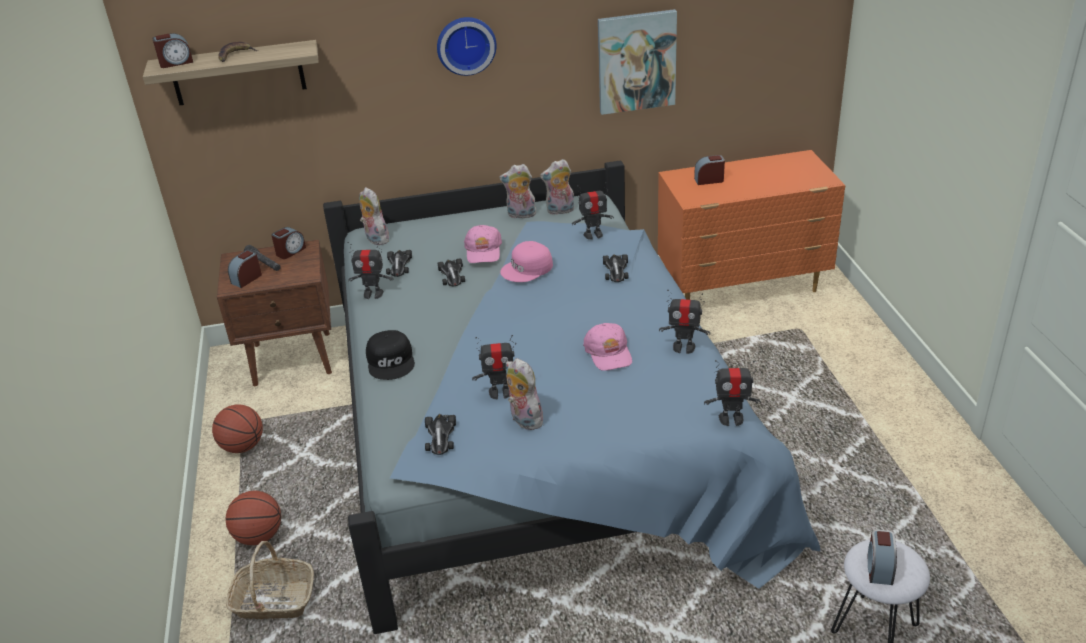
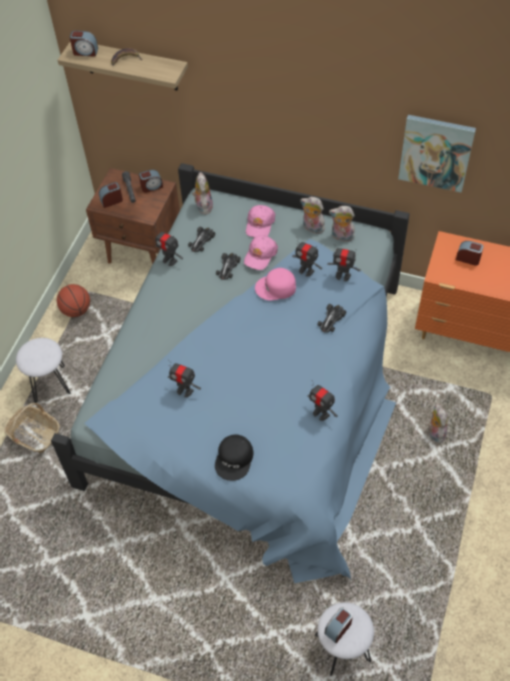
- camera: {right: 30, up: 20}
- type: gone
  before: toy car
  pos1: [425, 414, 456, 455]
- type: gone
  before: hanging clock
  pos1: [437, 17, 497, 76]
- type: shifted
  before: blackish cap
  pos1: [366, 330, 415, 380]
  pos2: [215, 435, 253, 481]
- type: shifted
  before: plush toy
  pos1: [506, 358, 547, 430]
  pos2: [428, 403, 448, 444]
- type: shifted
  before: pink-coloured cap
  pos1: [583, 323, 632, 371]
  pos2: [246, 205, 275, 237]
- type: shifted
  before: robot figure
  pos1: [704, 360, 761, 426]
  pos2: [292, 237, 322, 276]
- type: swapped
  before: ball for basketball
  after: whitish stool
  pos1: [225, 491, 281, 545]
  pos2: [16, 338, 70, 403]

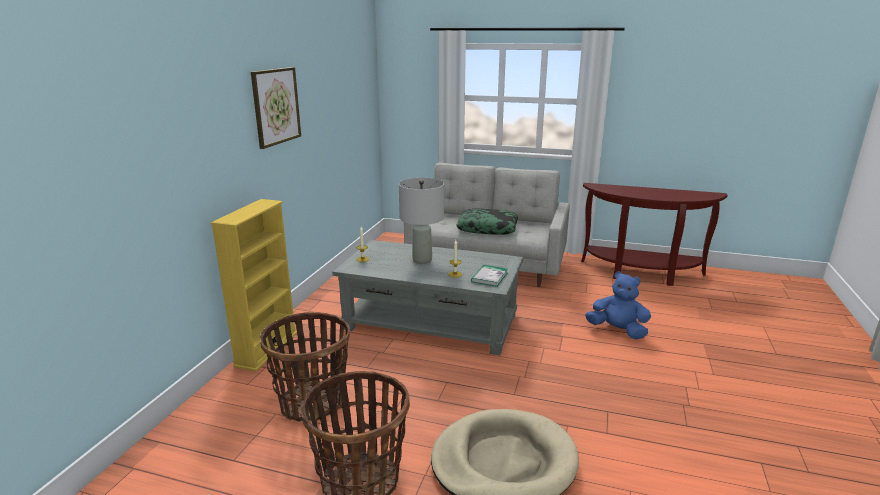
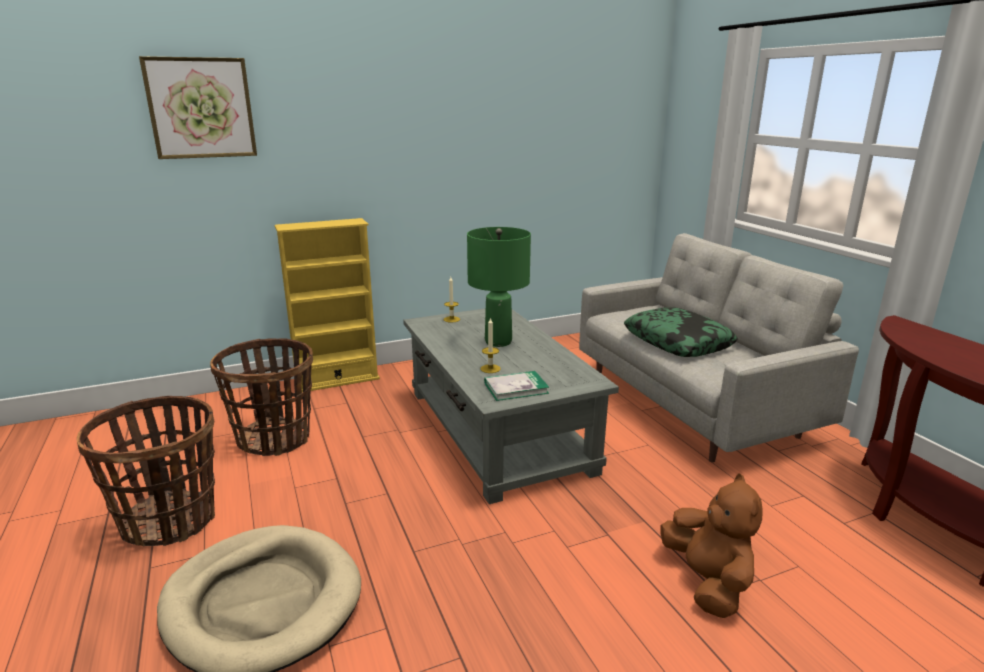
- camera: {right: 50, up: 0}
- type: shifted
  before: wall art
  pos1: [251, 67, 301, 149]
  pos2: [139, 56, 257, 159]
- type: repainted
  before: greyish tabletop lamp
  after: greenish tabletop lamp
  pos1: [399, 178, 444, 264]
  pos2: [467, 227, 531, 347]
- type: repainted
  before: blue plush toy
  after: brownish plush toy
  pos1: [585, 271, 651, 339]
  pos2: [660, 473, 763, 618]

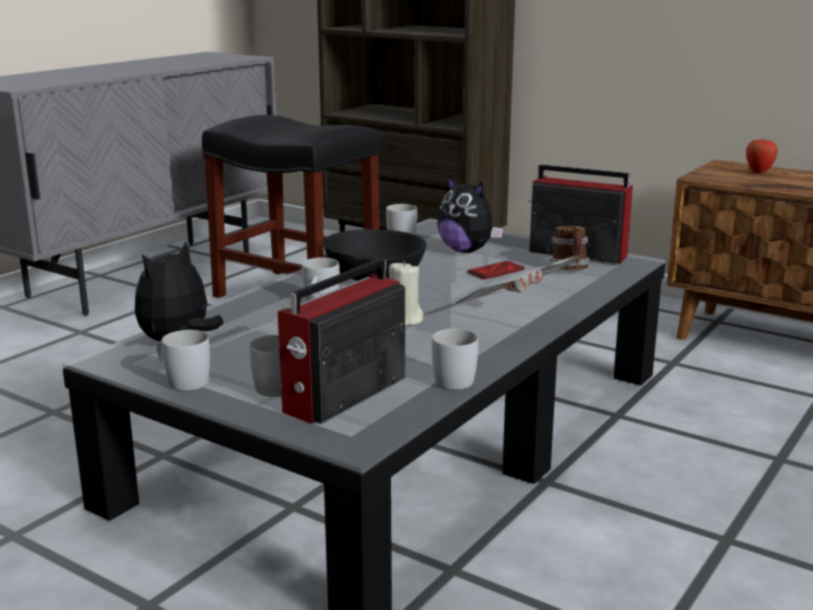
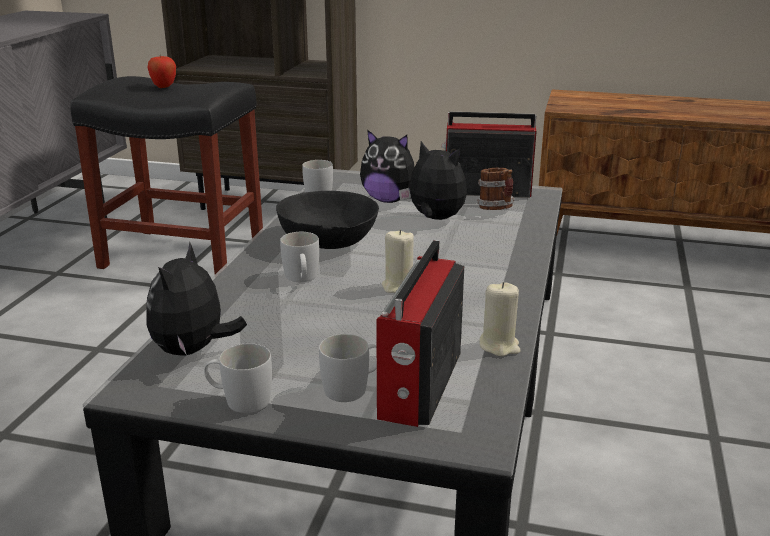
- camera: {right: -20, up: 5}
- type: gone
  before: printed paper
  pos1: [449, 255, 584, 306]
- type: shifted
  before: apple
  pos1: [746, 139, 778, 173]
  pos2: [148, 55, 176, 88]
- type: swapped
  before: whitish coffee mug
  after: sand-coloured candle
  pos1: [432, 329, 478, 390]
  pos2: [479, 282, 520, 357]
- type: swapped
  before: telephone
  after: plush toy
  pos1: [468, 261, 525, 279]
  pos2: [399, 141, 467, 220]

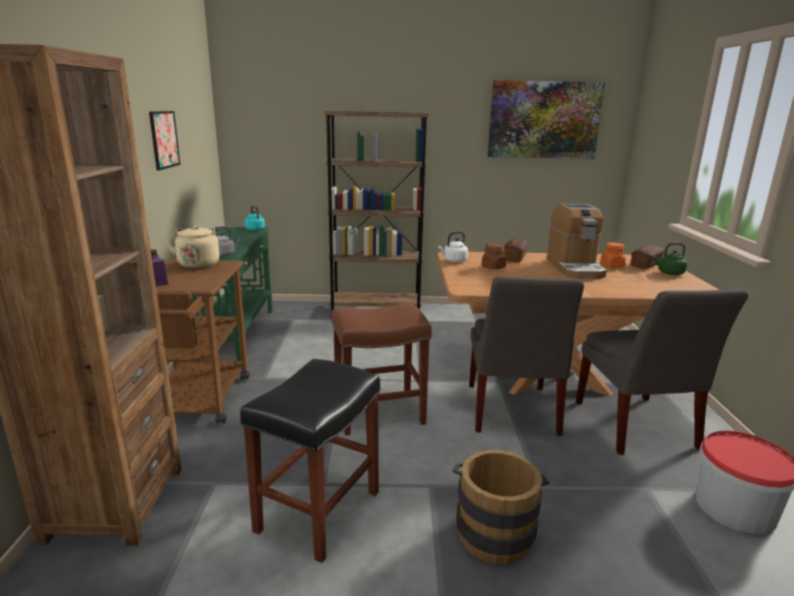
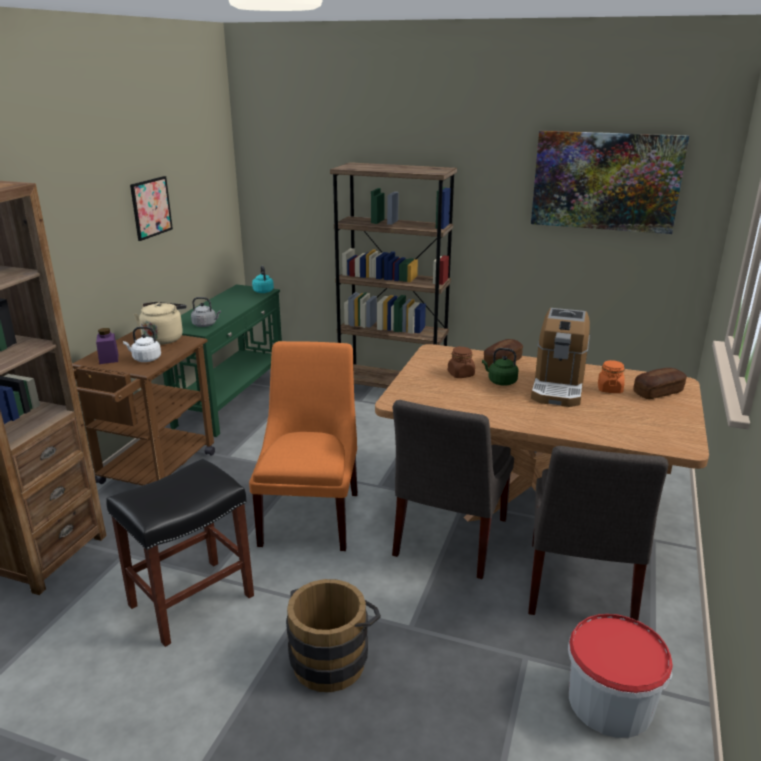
- camera: {right: 20, up: 5}
- type: shifted
  before: whitish water kettle
  pos1: [438, 231, 468, 262]
  pos2: [123, 326, 161, 362]
- type: shifted
  before: greenish water kettle
  pos1: [653, 243, 687, 275]
  pos2: [482, 348, 518, 386]
- type: swapped
  before: brownish stool
  after: orange plain chair
  pos1: [331, 303, 432, 435]
  pos2: [249, 341, 358, 551]

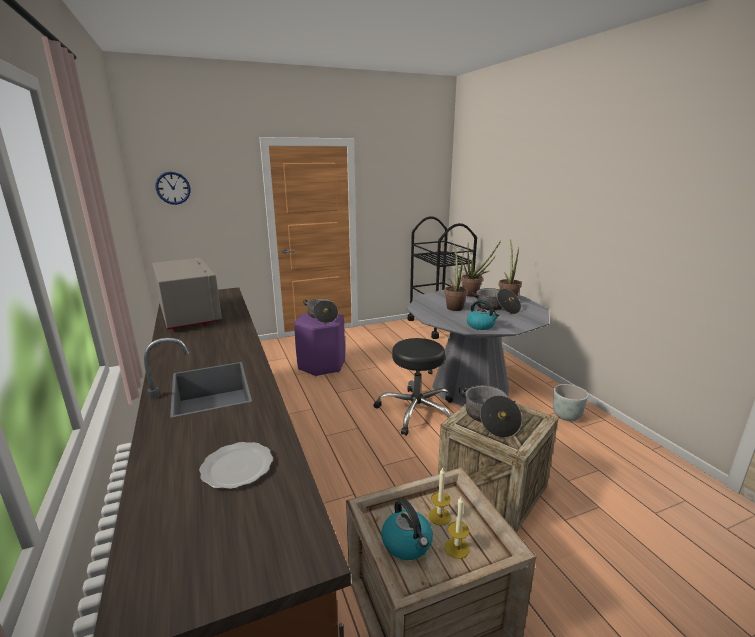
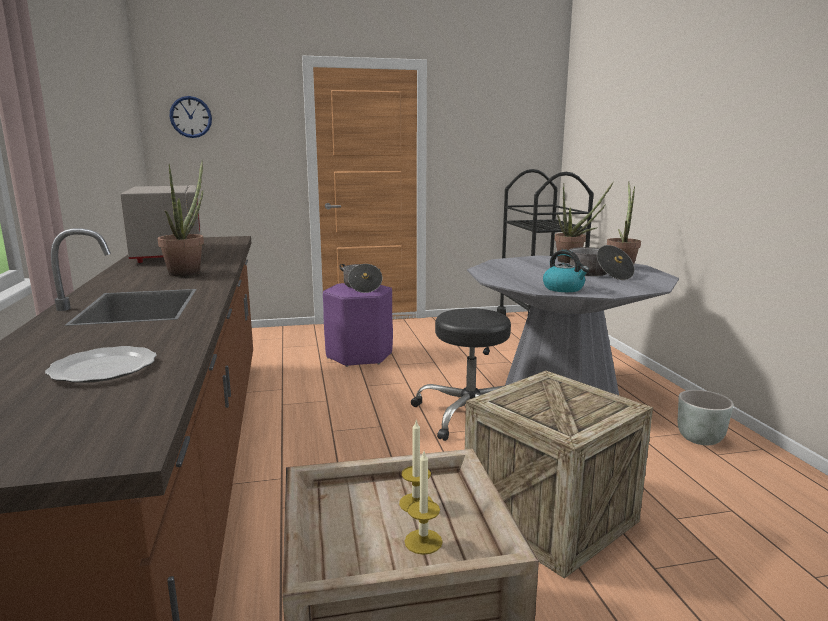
- camera: {right: 10, up: -5}
- type: gone
  before: water kettle
  pos1: [381, 498, 433, 560]
- type: gone
  before: stockpot
  pos1: [459, 385, 522, 438]
- type: shifted
  before: houseplant
  pos1: [444, 244, 468, 311]
  pos2: [158, 160, 204, 277]

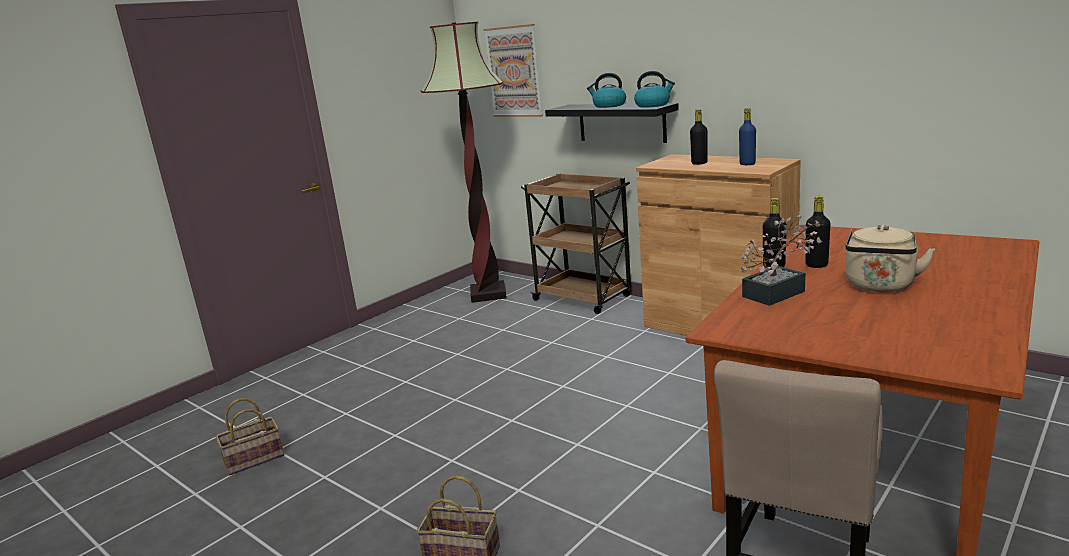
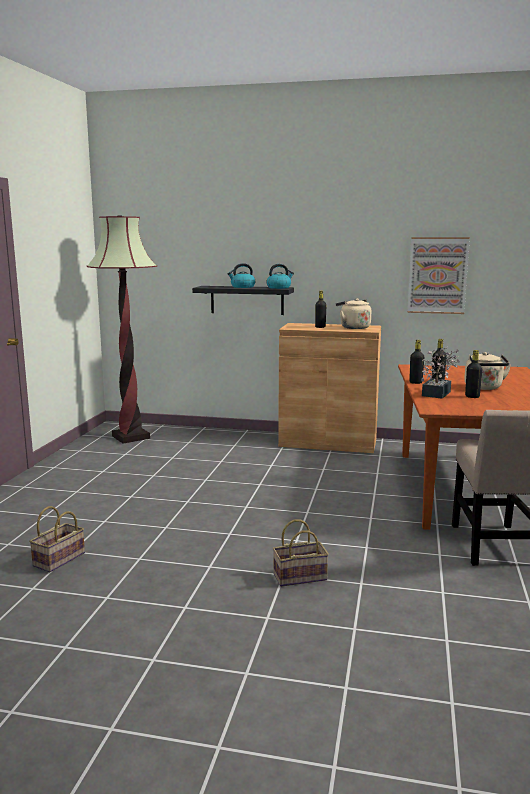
- camera: {right: -30, up: -5}
- type: gone
  before: brownish trolley
  pos1: [521, 173, 632, 314]
- type: new
  after: blackish bottle
  pos2: [465, 350, 483, 398]
- type: shifted
  before: wall art
  pos1: [483, 24, 543, 117]
  pos2: [407, 237, 470, 314]
- type: swapped
  before: blue bottle
  after: sand-coloured water kettle
  pos1: [739, 108, 756, 165]
  pos2: [336, 298, 371, 329]

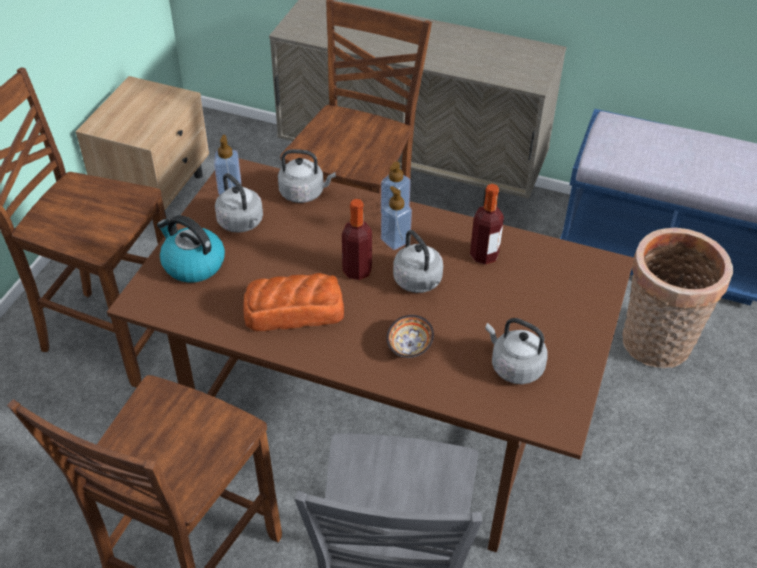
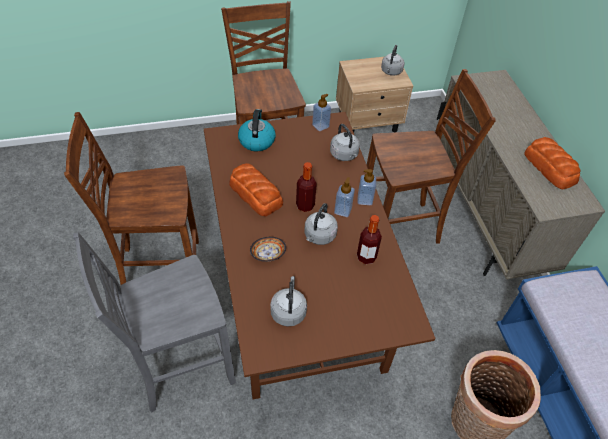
- camera: {right: 55, up: 5}
- type: new
  after: bread
  pos2: [525, 137, 581, 189]
- type: shifted
  before: greyish water kettle
  pos1: [215, 173, 263, 233]
  pos2: [381, 45, 404, 76]

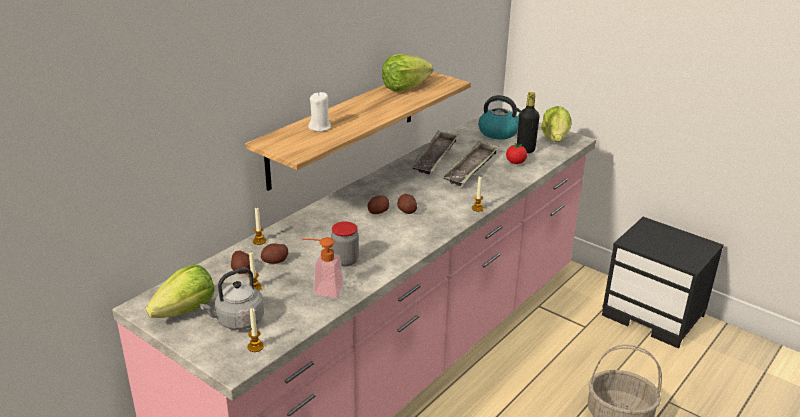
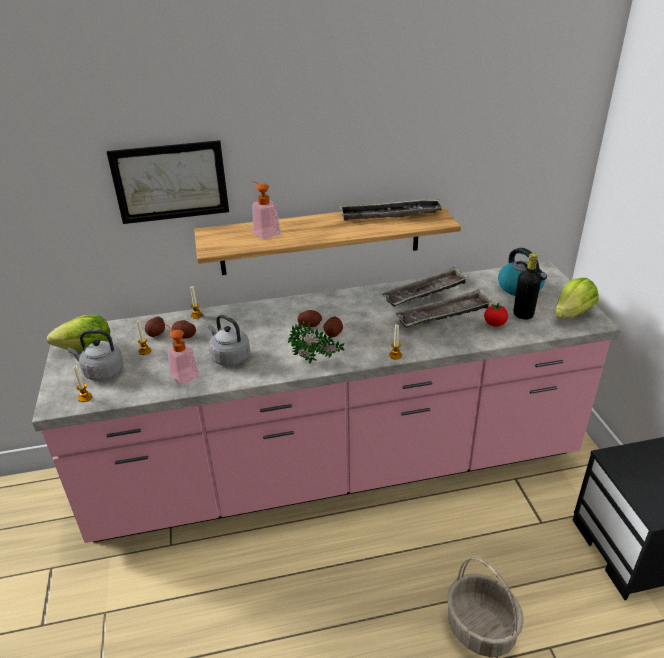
- camera: {right: 40, up: 5}
- type: new
  after: wall art
  pos2: [107, 140, 229, 224]
- type: new
  after: houseplant
  pos2: [288, 321, 345, 364]
- type: swapped
  before: whitish candle
  after: soap bottle
  pos1: [308, 92, 331, 132]
  pos2: [251, 181, 281, 239]
- type: swapped
  before: jar
  after: greyish water kettle
  pos1: [331, 222, 359, 266]
  pos2: [208, 315, 250, 366]
- type: swapped
  before: lettuce
  after: tray
  pos1: [382, 54, 433, 91]
  pos2: [339, 199, 444, 221]

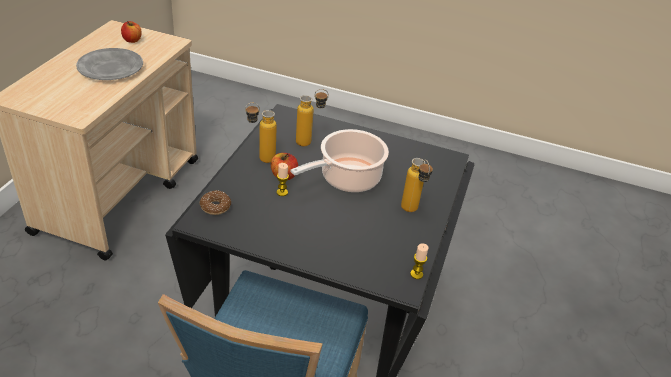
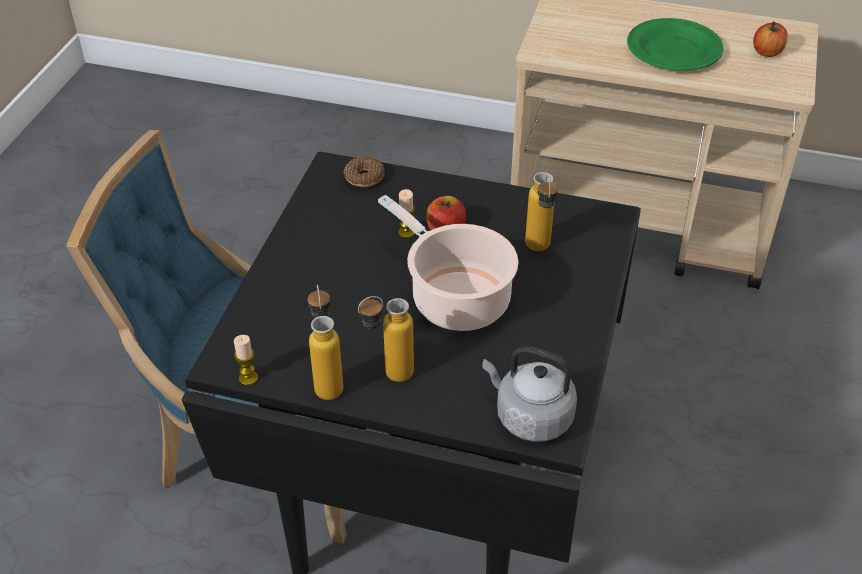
- camera: {right: 90, up: 5}
- type: new
  after: greyish water kettle
  pos2: [482, 346, 577, 442]
- type: shifted
  before: bottle
  pos1: [245, 103, 277, 163]
  pos2: [308, 284, 343, 400]
- type: repainted
  before: greyish dinner plate
  after: greenish dinner plate
  pos1: [76, 48, 143, 80]
  pos2: [627, 18, 723, 71]

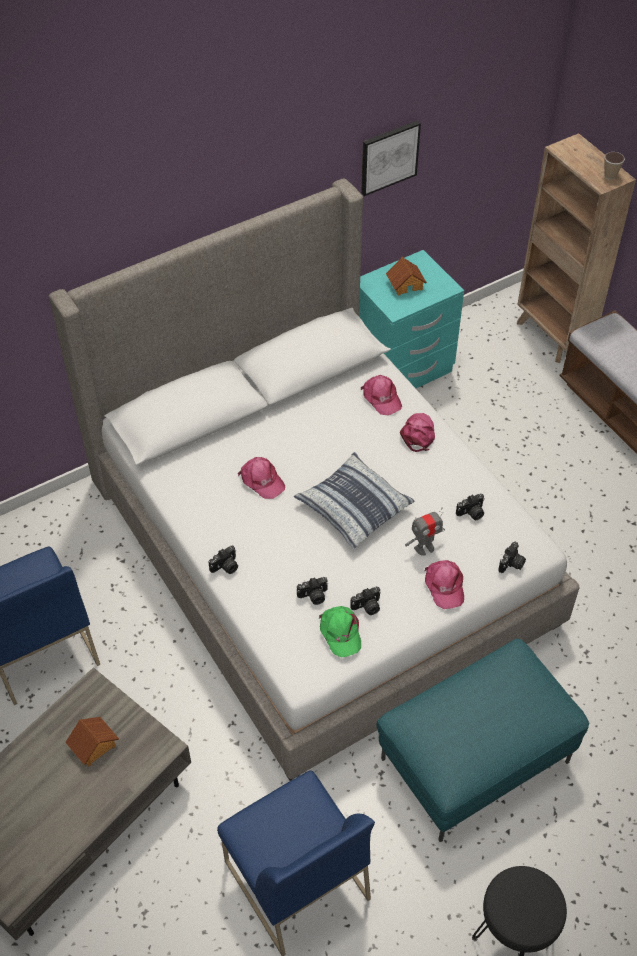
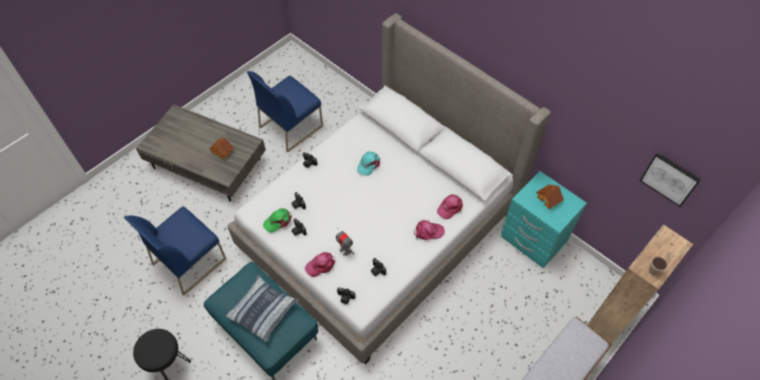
- camera: {right: 75, up: 5}
- type: shifted
  before: throw pillow
  pos1: [294, 452, 414, 548]
  pos2: [225, 275, 299, 343]
- type: shifted
  before: wall art
  pos1: [361, 120, 421, 196]
  pos2: [640, 152, 701, 207]
- type: repainted
  before: pink-coloured cap
  after: turquoise cap
  pos1: [238, 457, 285, 499]
  pos2: [357, 151, 380, 176]

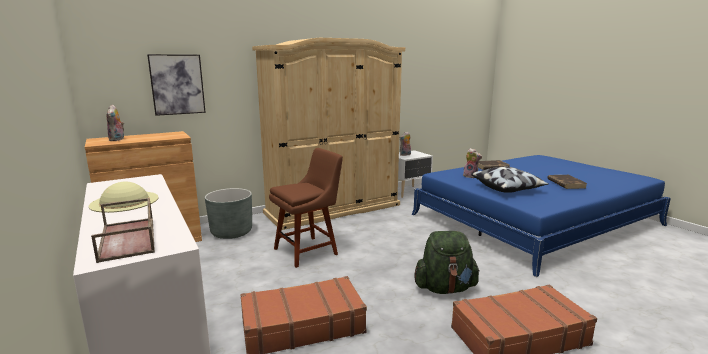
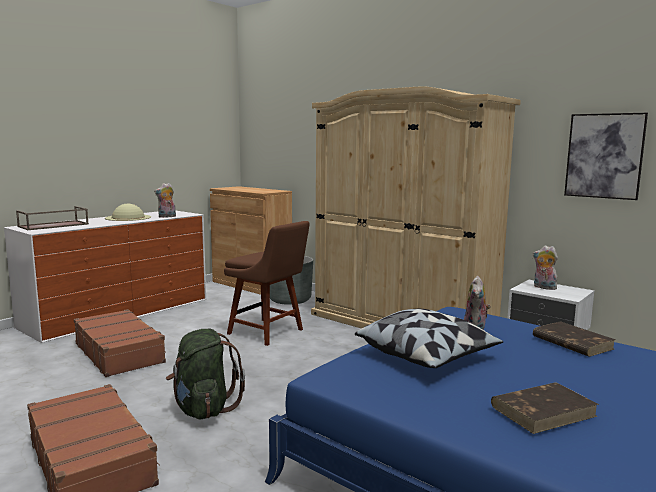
- camera: {right: 70, up: -5}
- type: shifted
  before: plush toy
  pos1: [107, 104, 124, 141]
  pos2: [154, 183, 176, 218]
- type: shifted
  before: wall art
  pos1: [147, 54, 206, 116]
  pos2: [564, 113, 648, 200]

